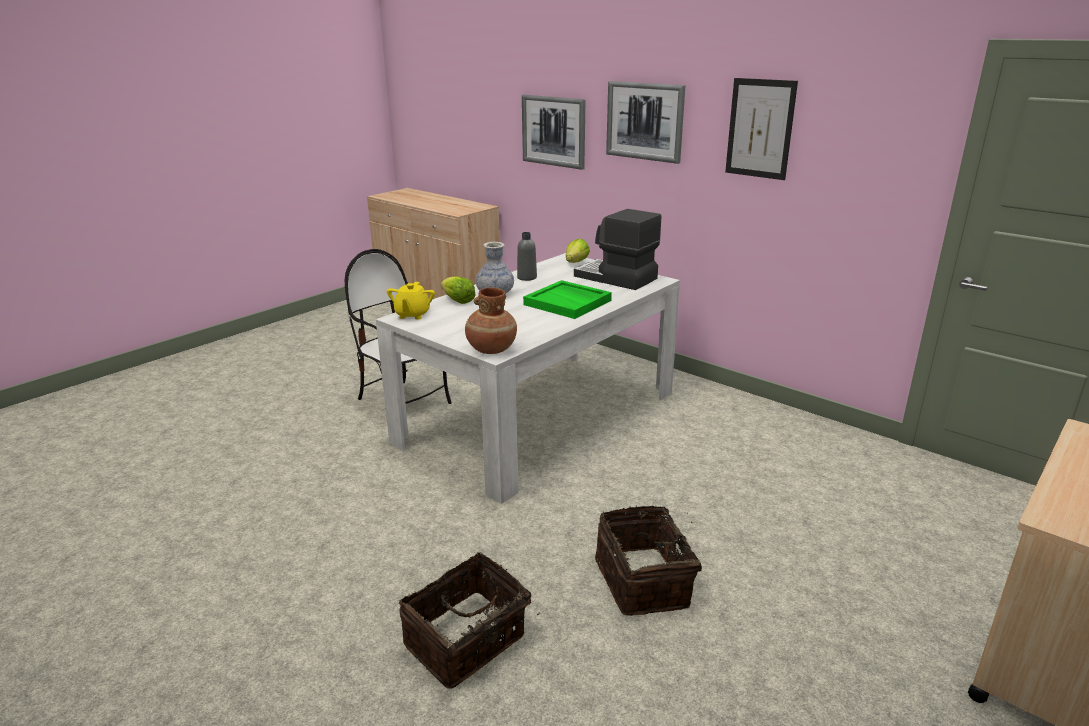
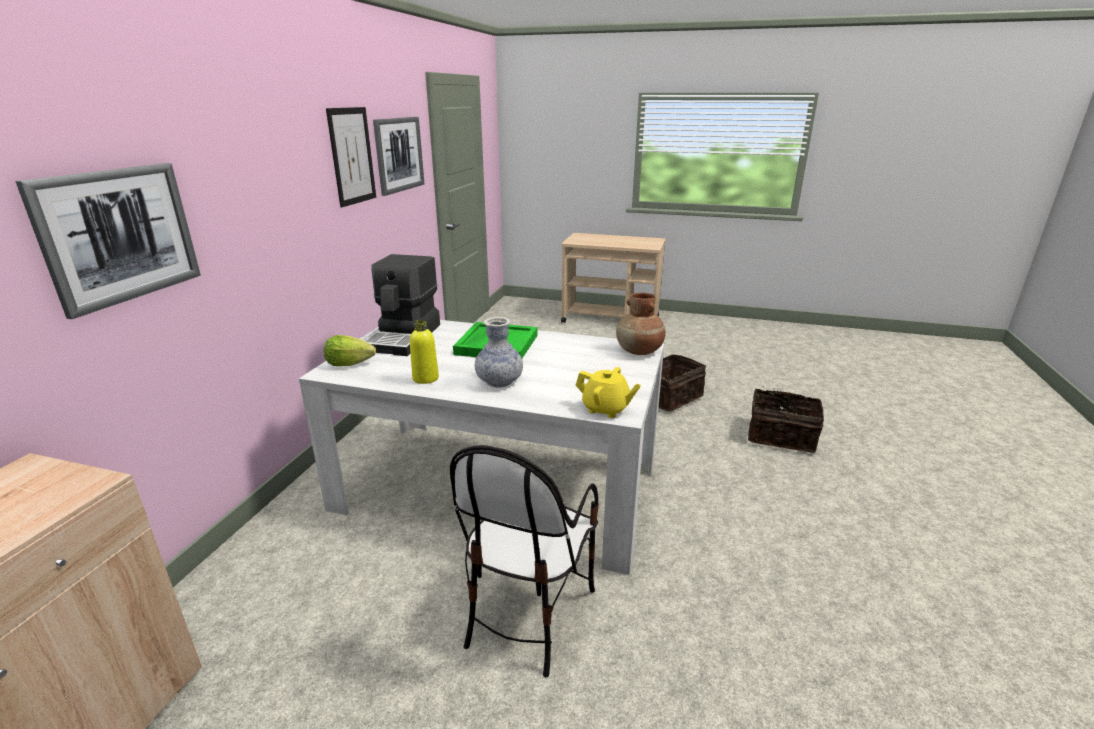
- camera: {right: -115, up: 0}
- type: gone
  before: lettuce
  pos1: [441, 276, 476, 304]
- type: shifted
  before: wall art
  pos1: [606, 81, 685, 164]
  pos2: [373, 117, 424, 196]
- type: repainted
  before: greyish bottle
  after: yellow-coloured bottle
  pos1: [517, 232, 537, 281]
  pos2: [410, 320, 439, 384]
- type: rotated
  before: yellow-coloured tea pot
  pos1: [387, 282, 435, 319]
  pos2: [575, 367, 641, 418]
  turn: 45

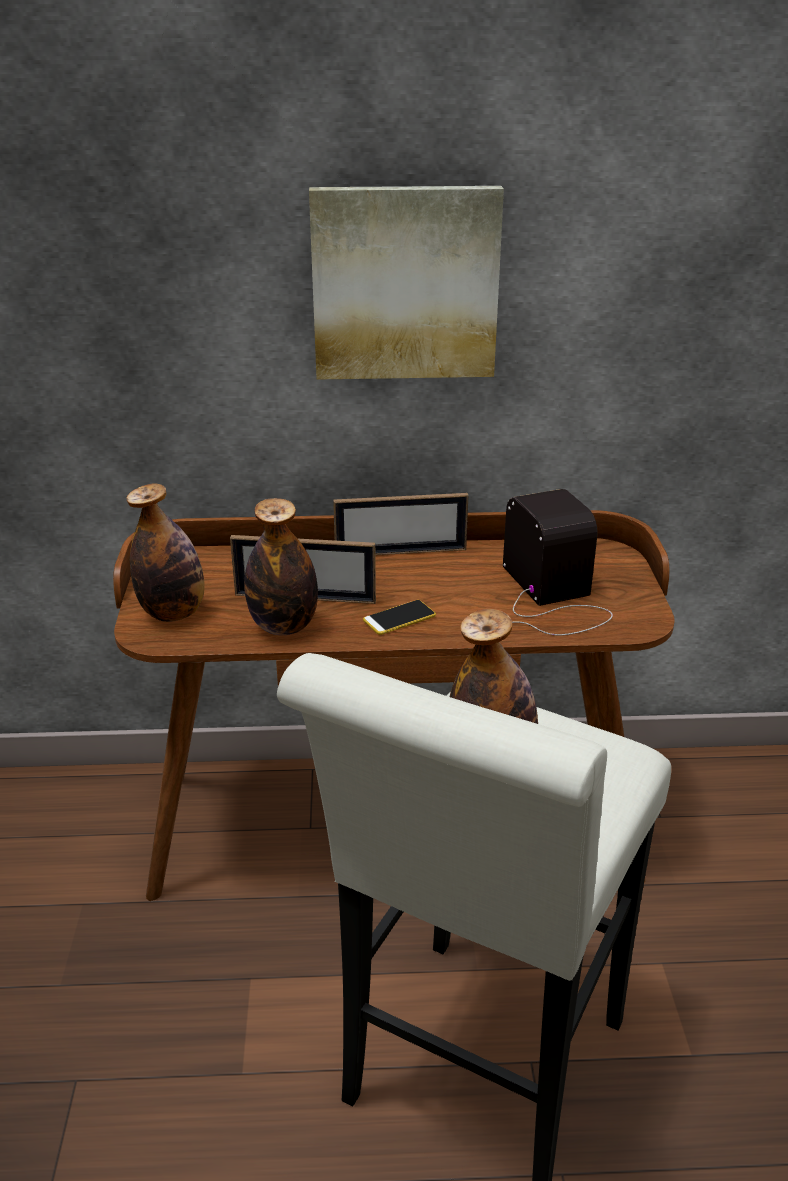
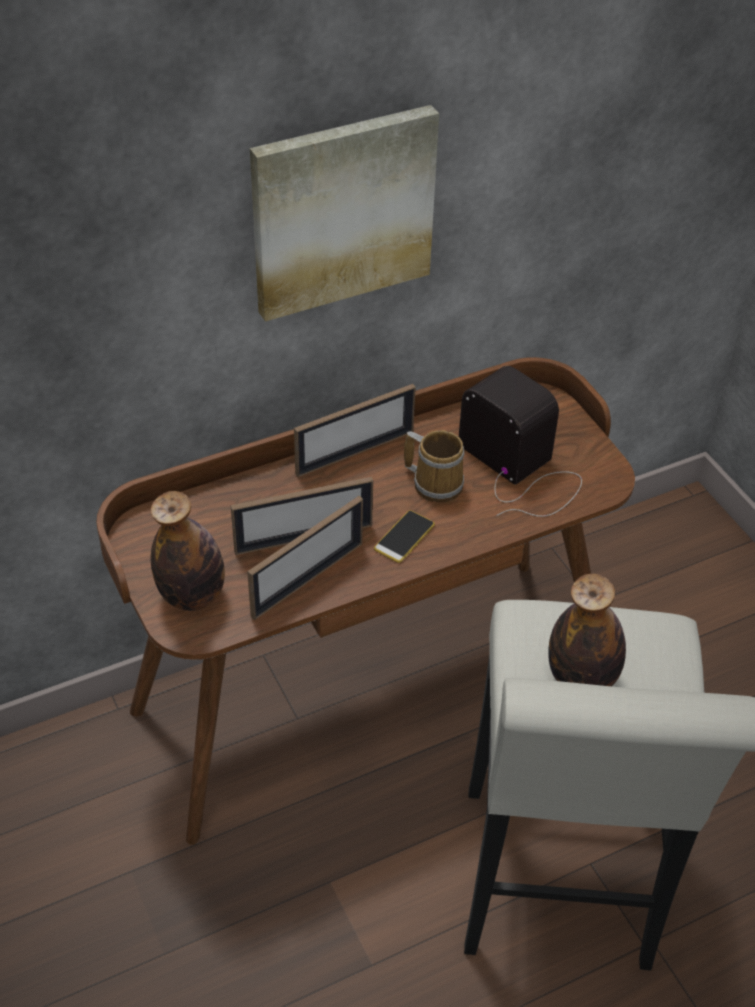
- camera: {right: -25, up: 15}
- type: new
  after: coffee mug
  pos2: [404, 430, 464, 502]
- type: swapped
  before: bottle
  after: standing frame
  pos1: [244, 498, 318, 635]
  pos2: [247, 496, 363, 620]

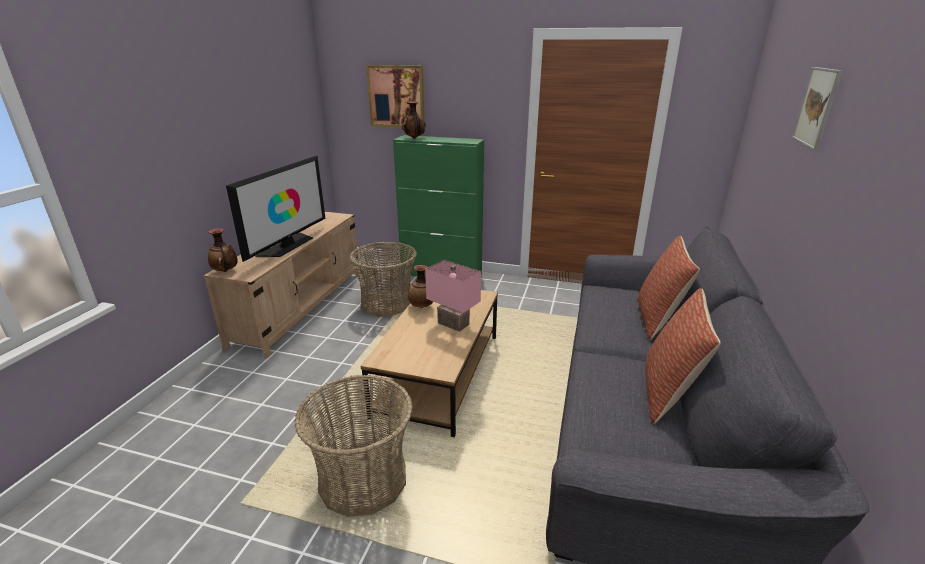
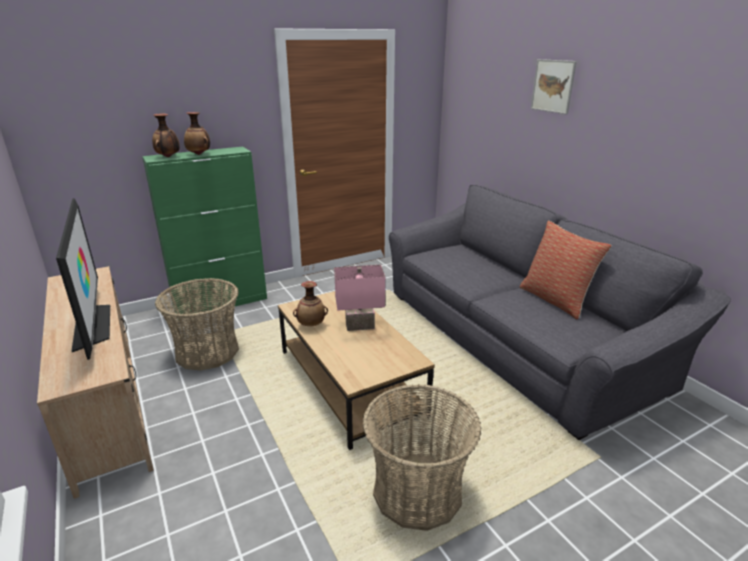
- camera: {right: -45, up: 0}
- type: gone
  before: wall art
  pos1: [366, 65, 425, 128]
- type: gone
  before: throw pillow
  pos1: [637, 236, 700, 340]
- type: shifted
  before: vase
  pos1: [208, 228, 238, 272]
  pos2: [184, 112, 210, 155]

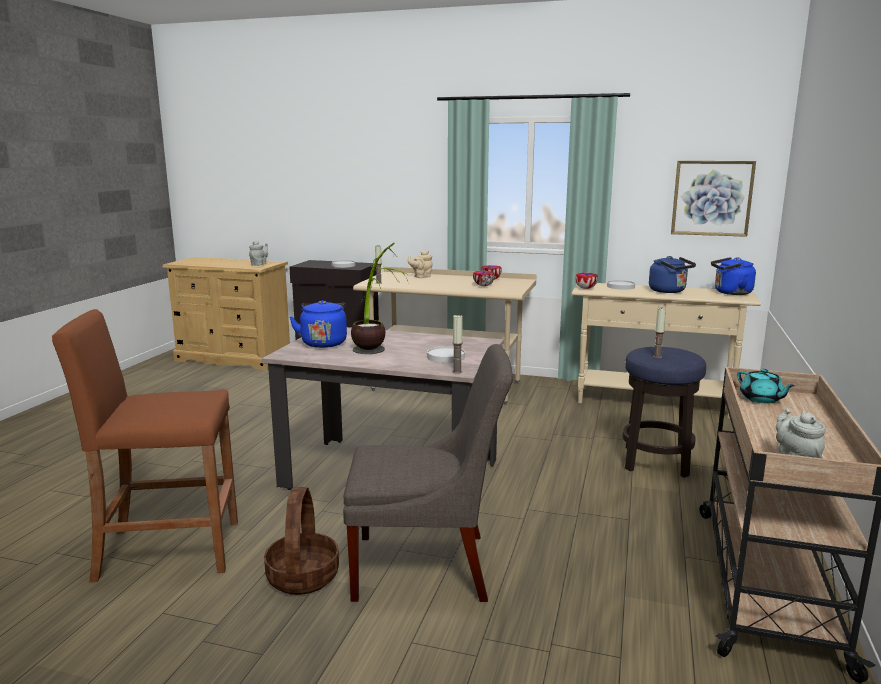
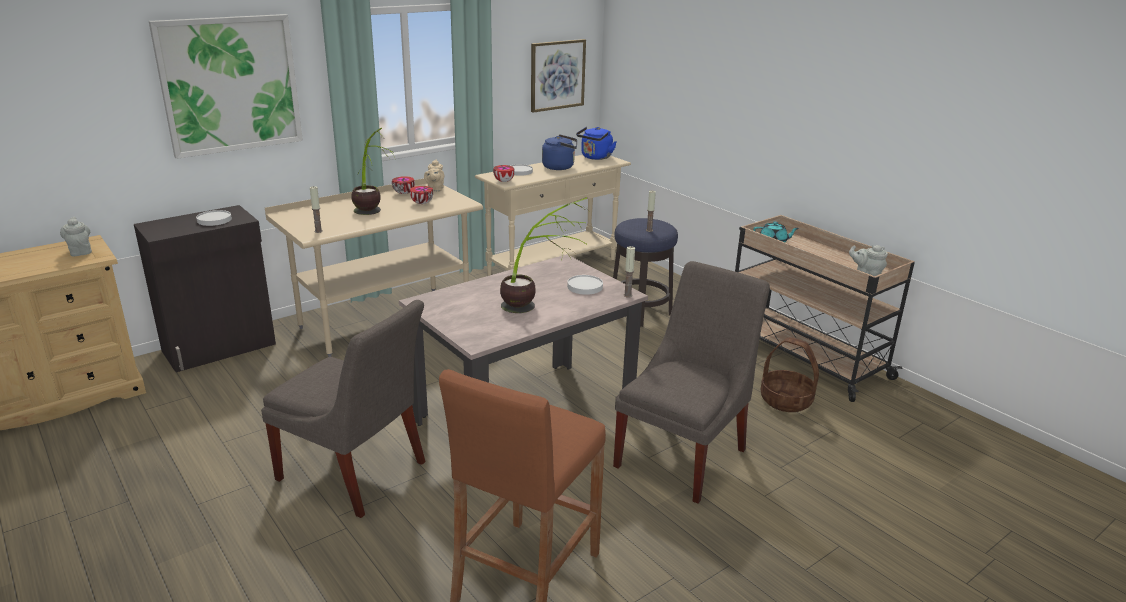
- camera: {right: -55, up: 10}
- type: gone
  before: blue water kettle
  pos1: [290, 300, 347, 348]
- type: new
  after: wall art
  pos2: [149, 14, 303, 159]
- type: new
  after: greyish plain chair
  pos2: [261, 300, 426, 518]
- type: new
  after: houseplant
  pos2: [351, 128, 394, 215]
- type: shifted
  before: household basket
  pos1: [264, 487, 339, 595]
  pos2: [760, 337, 819, 412]
- type: shifted
  before: sand-coloured tea pot
  pos1: [408, 251, 432, 278]
  pos2: [424, 159, 444, 192]

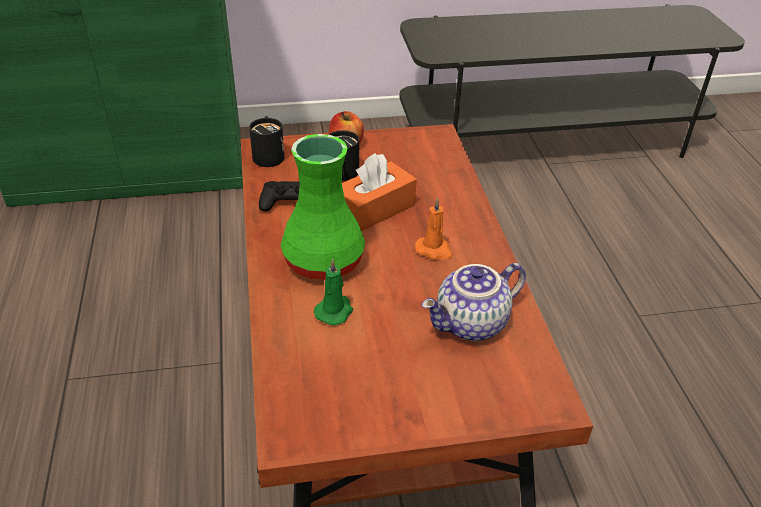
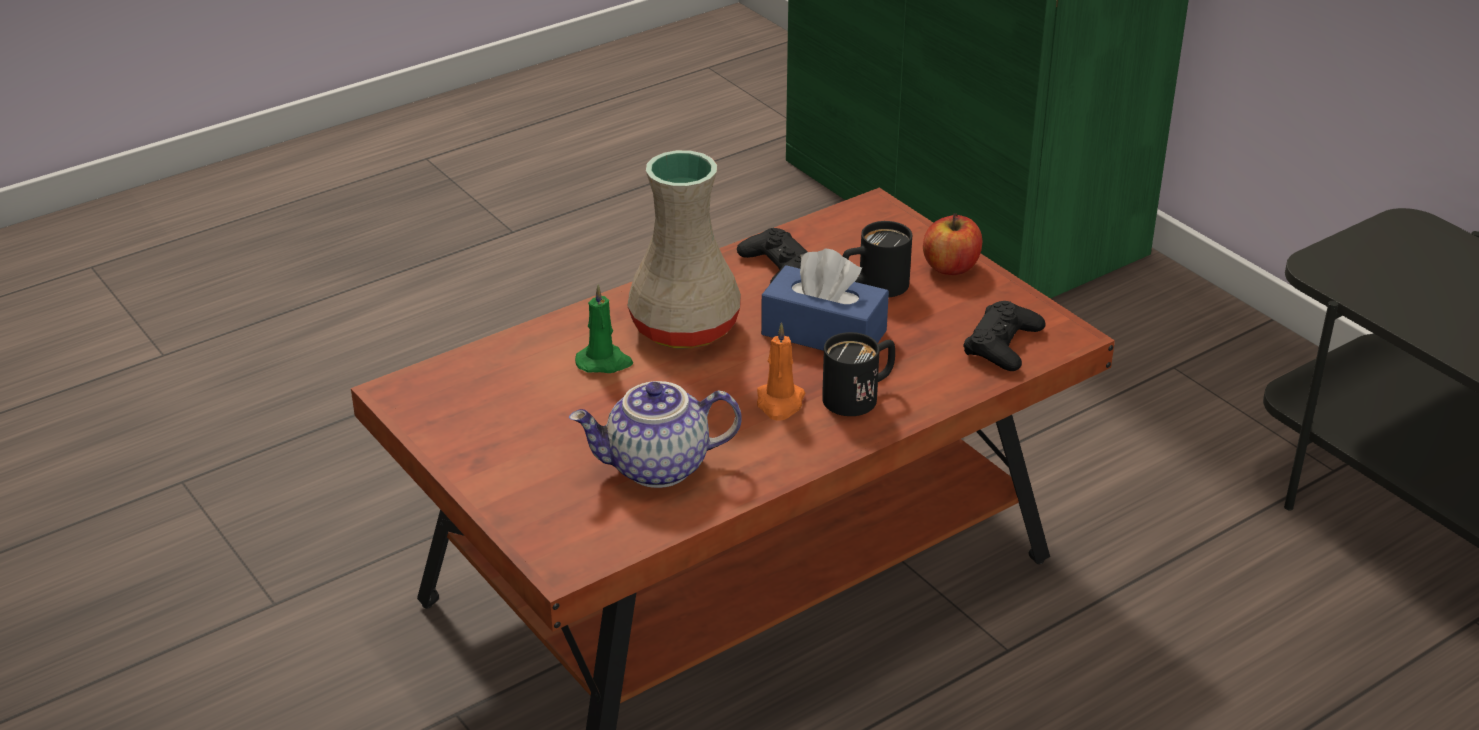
- camera: {right: 65, up: -5}
- type: new
  after: blackish joypad
  pos2: [964, 301, 1045, 371]
- type: shifted
  before: blackish coffee mug
  pos1: [249, 116, 284, 167]
  pos2: [822, 332, 895, 416]
- type: repainted
  before: greenish vase
  after: sand-coloured vase
  pos1: [280, 134, 365, 280]
  pos2: [627, 150, 741, 349]
- type: repainted
  before: orange tissue box
  after: blue tissue box
  pos1: [342, 153, 417, 231]
  pos2: [761, 249, 889, 351]
- type: rotated
  before: tea pot
  pos1: [422, 263, 526, 341]
  pos2: [569, 381, 742, 488]
  turn: -45

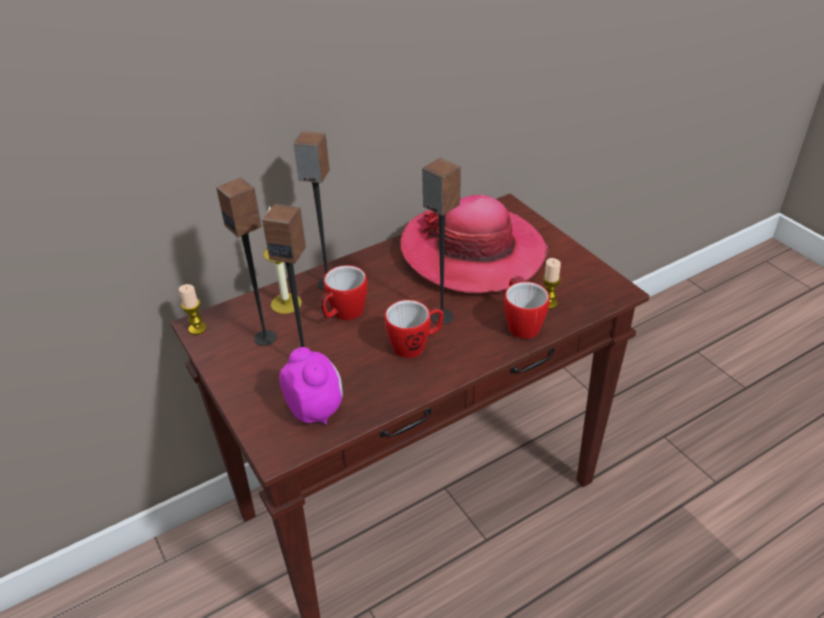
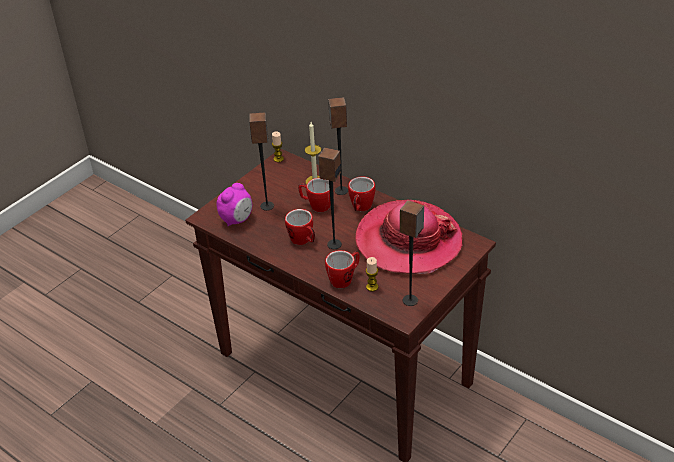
- camera: {right: 70, up: 0}
- type: new
  after: coffee mug
  pos2: [348, 176, 375, 211]
- type: shifted
  before: audio speaker
  pos1: [216, 178, 277, 346]
  pos2: [400, 200, 424, 306]

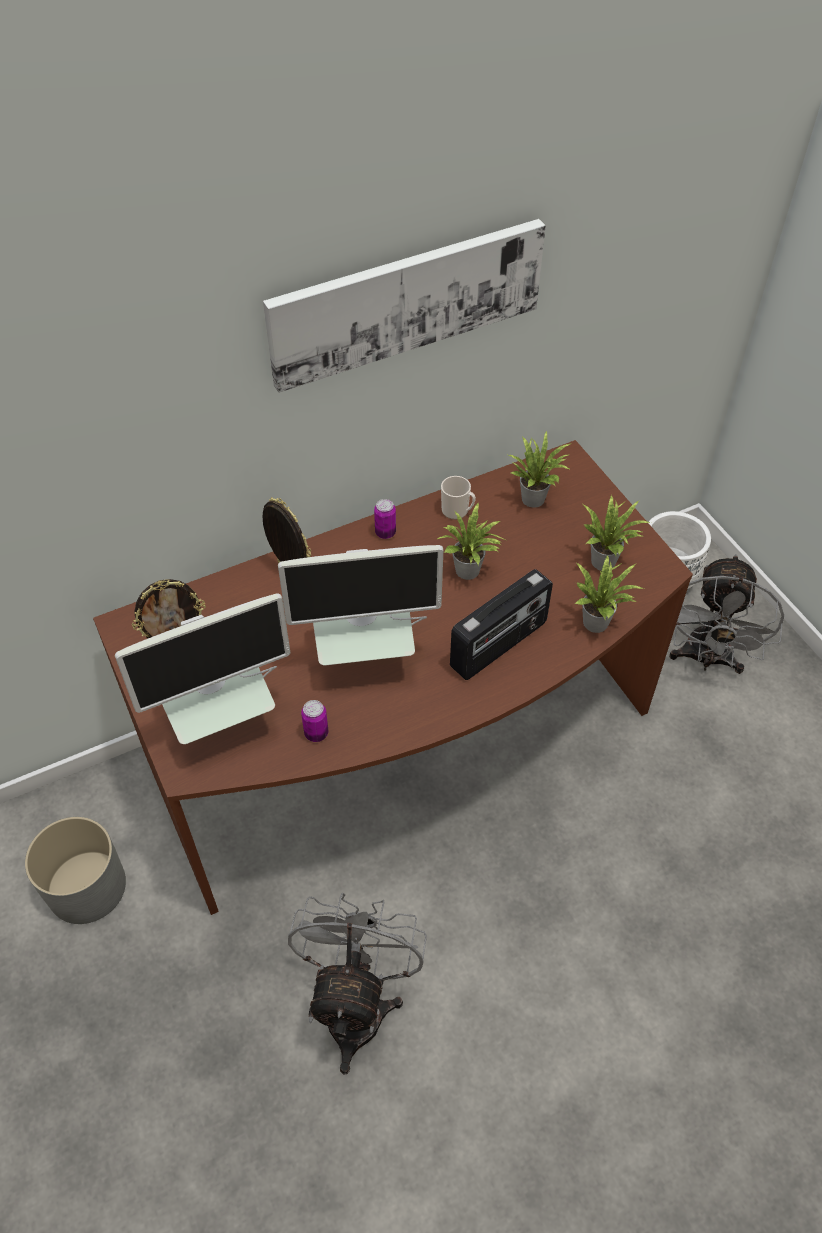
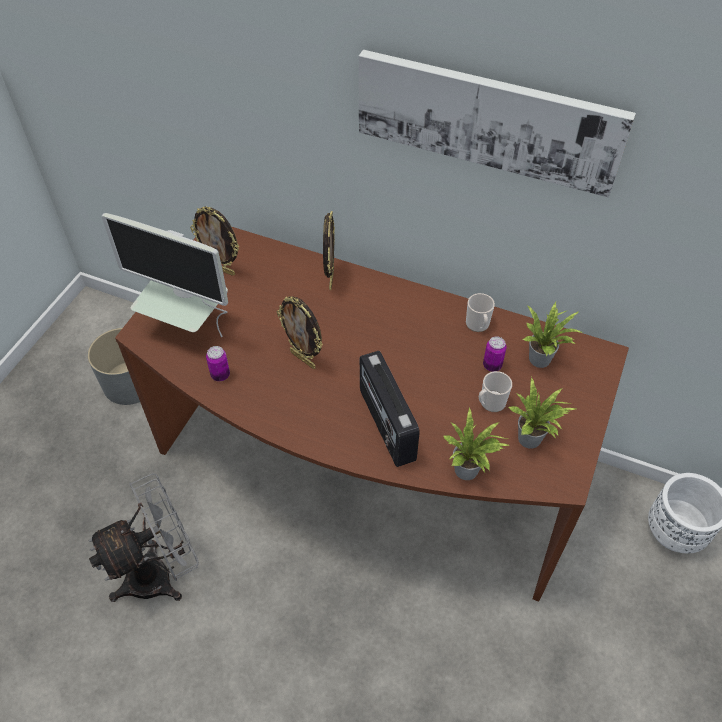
- camera: {right: 50, up: 0}
- type: gone
  before: houseplant
  pos1: [435, 502, 505, 580]
- type: gone
  before: greyish cooling fan
  pos1: [669, 554, 784, 674]
- type: new
  after: coffee mug
  pos2: [479, 371, 512, 412]
- type: shifted
  before: sealed can
  pos1: [374, 499, 396, 539]
  pos2: [483, 336, 507, 372]
- type: swapped
  before: monitor
  after: standing frame
  pos1: [278, 545, 443, 665]
  pos2: [277, 296, 323, 369]
- type: rotated
  before: radio
  pos1: [450, 569, 553, 680]
  pos2: [360, 351, 420, 467]
  turn: 60

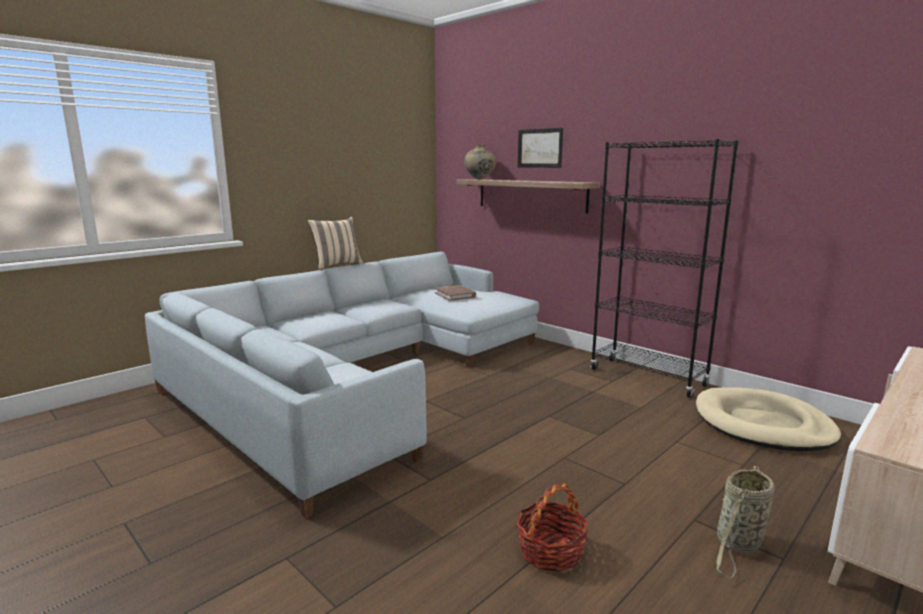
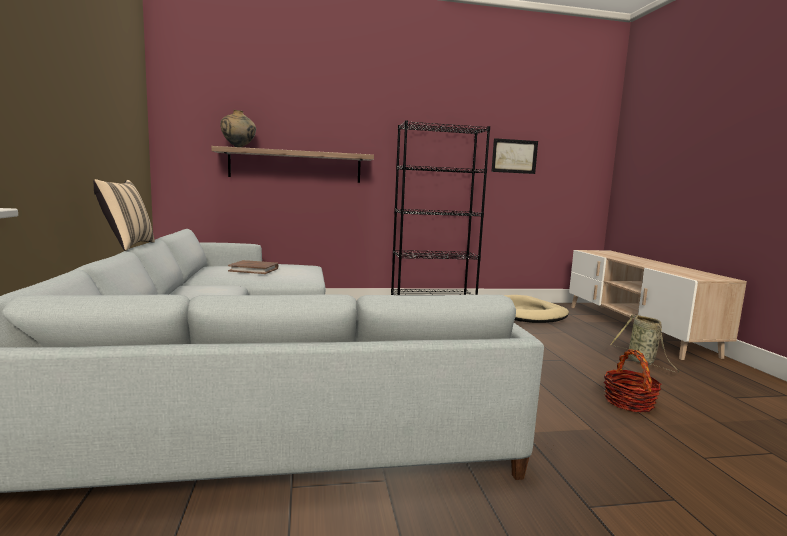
- camera: {right: -55, up: -5}
- type: shifted
  before: wall art
  pos1: [518, 128, 563, 168]
  pos2: [491, 138, 538, 174]

